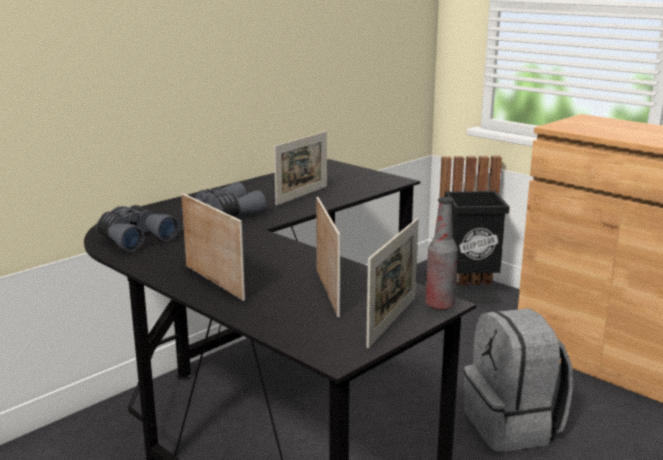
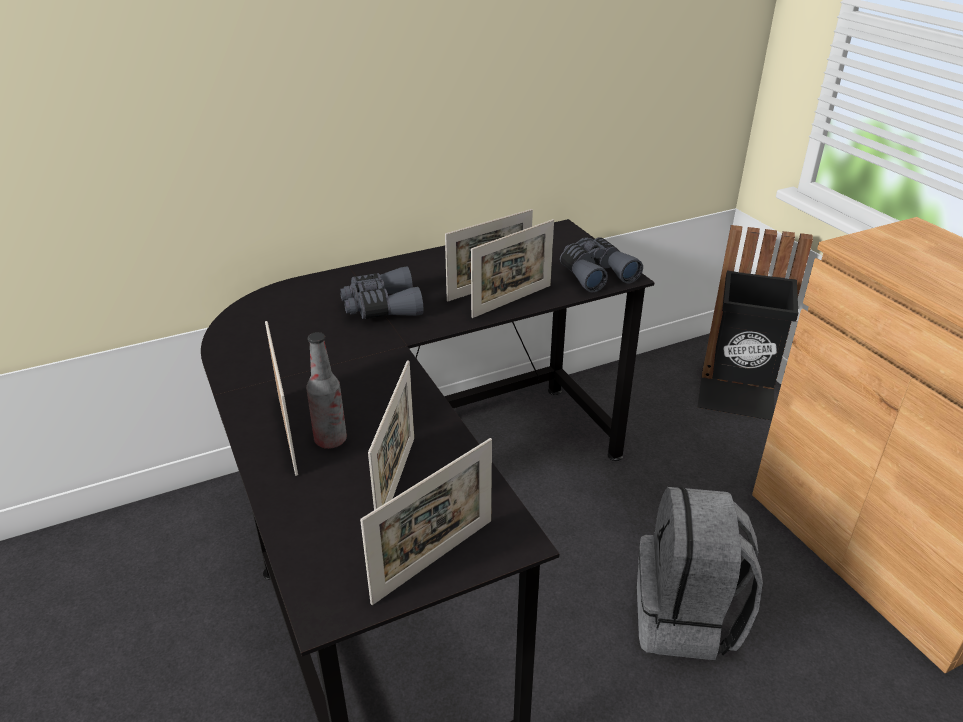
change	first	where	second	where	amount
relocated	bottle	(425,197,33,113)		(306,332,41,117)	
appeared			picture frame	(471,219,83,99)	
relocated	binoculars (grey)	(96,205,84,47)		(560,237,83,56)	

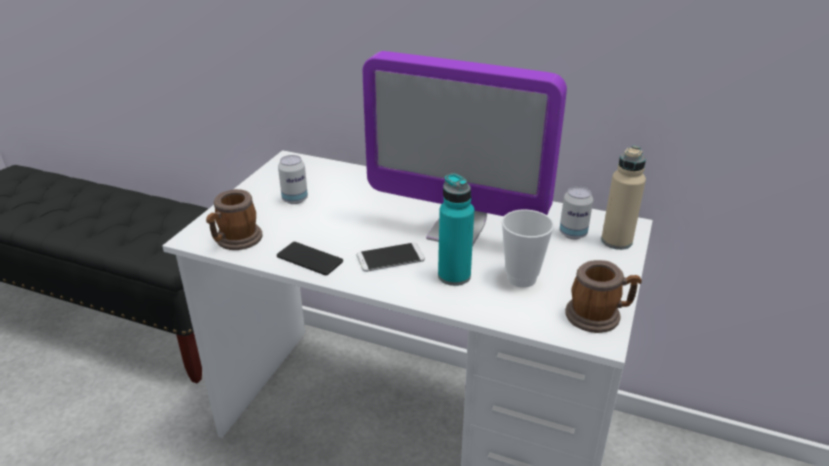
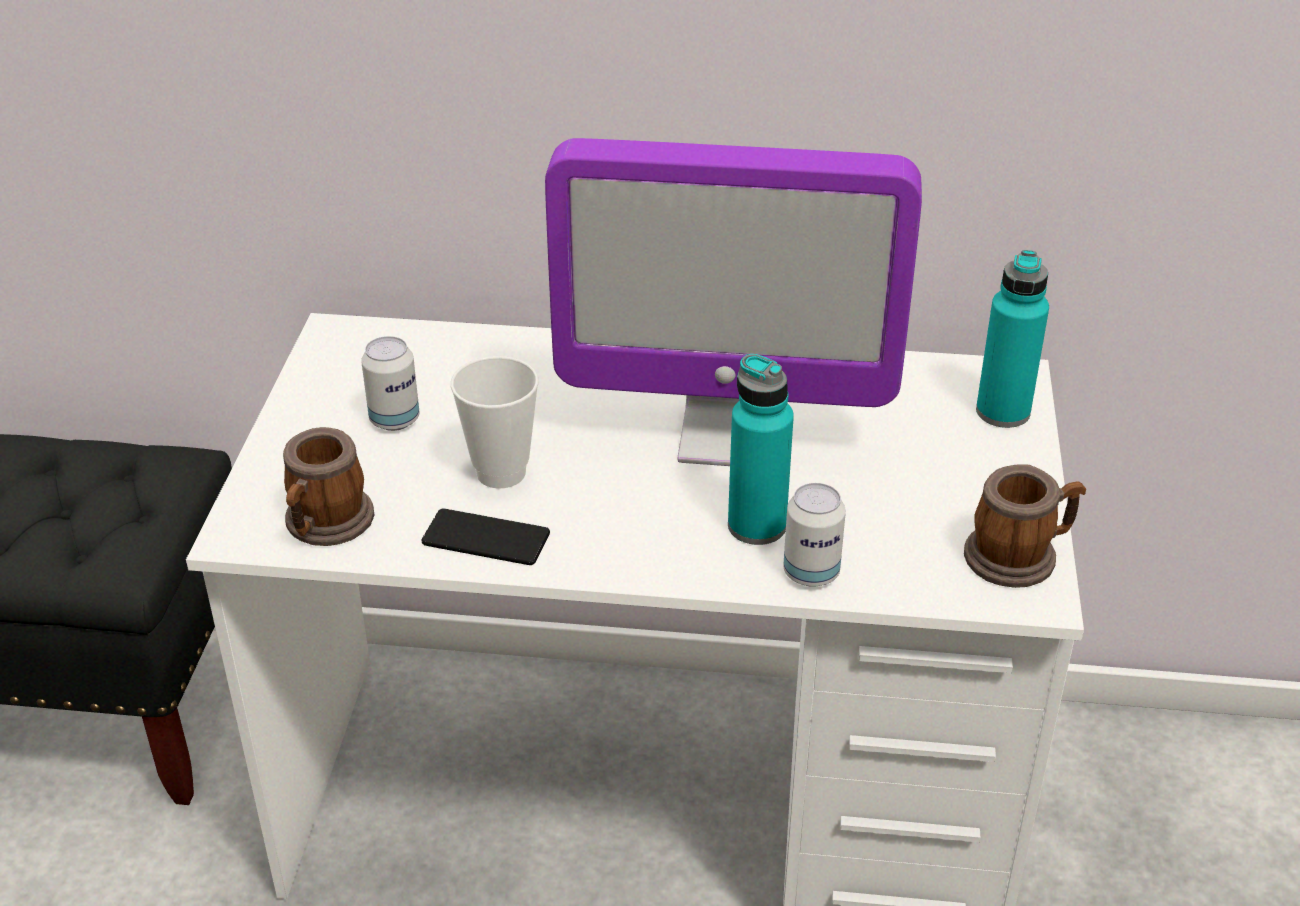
change	first	where	second	where	amount
relocated	cup	(502,209,52,79)		(451,356,88,133)	
relocated	can	(559,186,34,53)		(783,483,63,104)	
colour	bottle (beige)	(601,146,45,104)	bottle (turquoise)	(976,250,73,178)	
missing	phone	(356,243,69,29)			

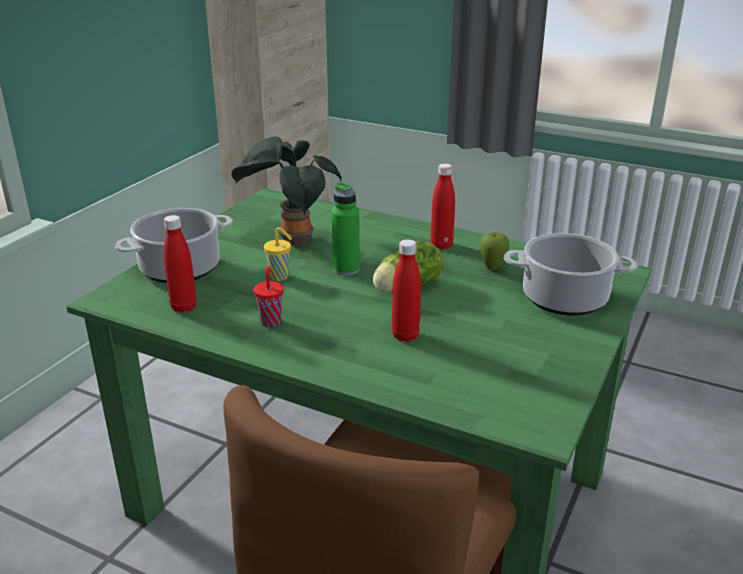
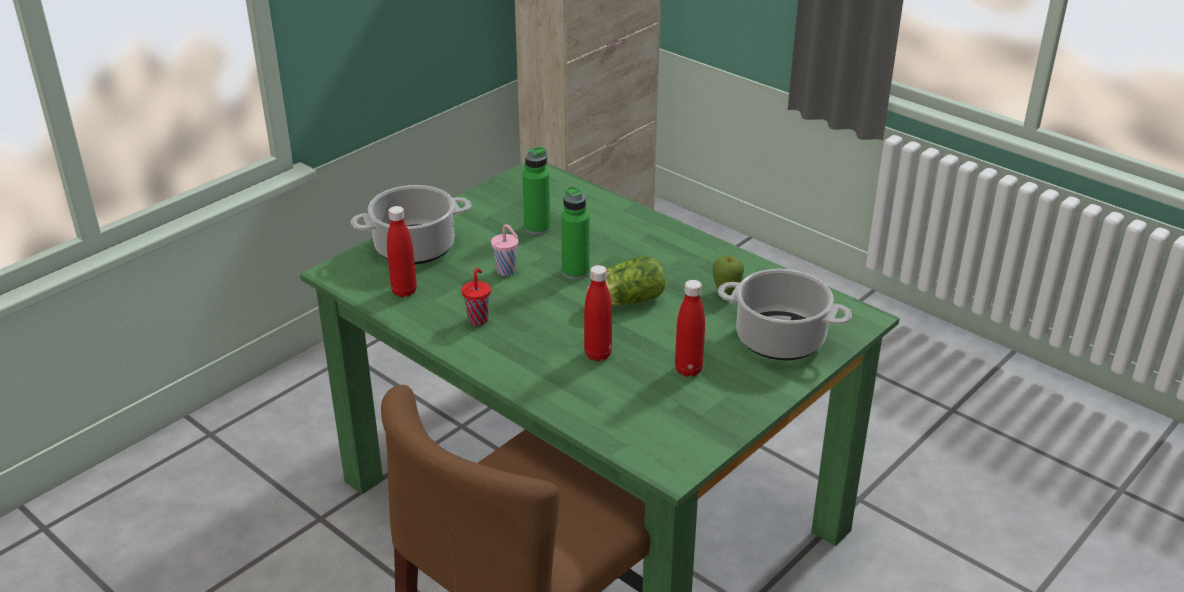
change	first	where	second	where	amount
colour	cup (yellow)	(264,228,28,53)	cup (pink)	(491,224,27,52)	
exchanged	potted plant	(231,137,111,109)	bottle (green)	(522,147,28,88)	
relocated	bottle (red)	(430,164,25,86)		(675,280,30,97)	

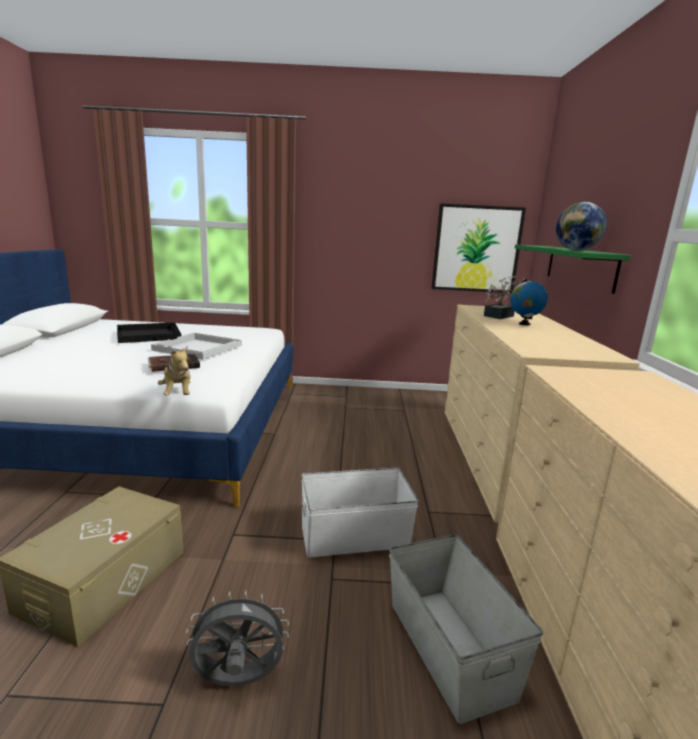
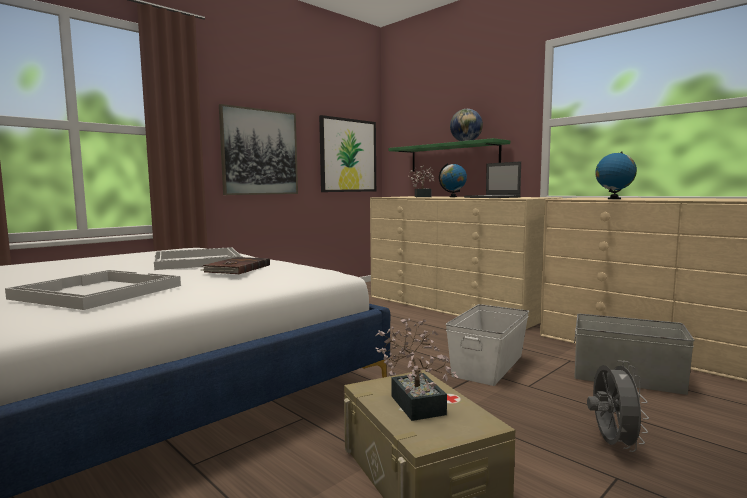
change	first	where	second	where	amount
appeared			tray (white)	(5,270,176,40)	
appeared			picture	(219,104,79,91)	
appeared			potted plant	(375,318,83,103)	
appeared			laptop	(464,161,57,37)	
spun	fan (grey)	(186,590,103,96)		(587,360,62,92)	150 degrees clockwise
appeared			globe	(595,152,42,47)	
missing	tray (black)	(117,322,64,21)			
missing	plush toy	(158,346,33,49)			

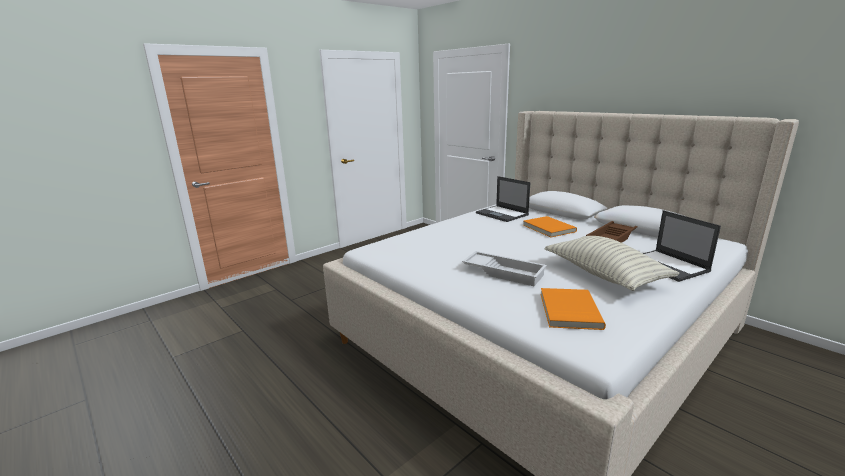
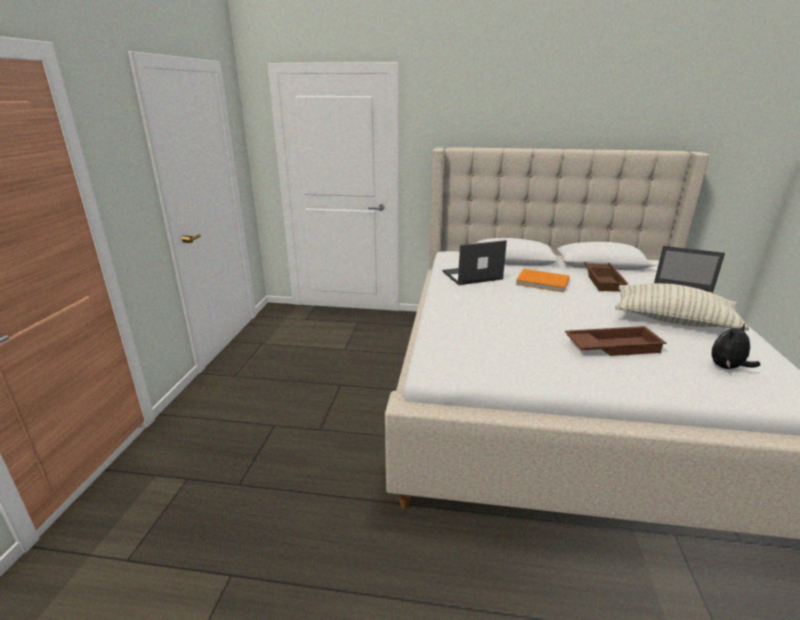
change	first	where	second	where	amount
spun	laptop	(476,176,54,46)		(442,240,65,45)	150 degrees clockwise
colour	tray (white)	(462,251,85,35)	tray (brown)	(565,326,101,30)	
exchanged	book (orange)	(540,288,66,42)	plush toy	(712,323,48,46)	

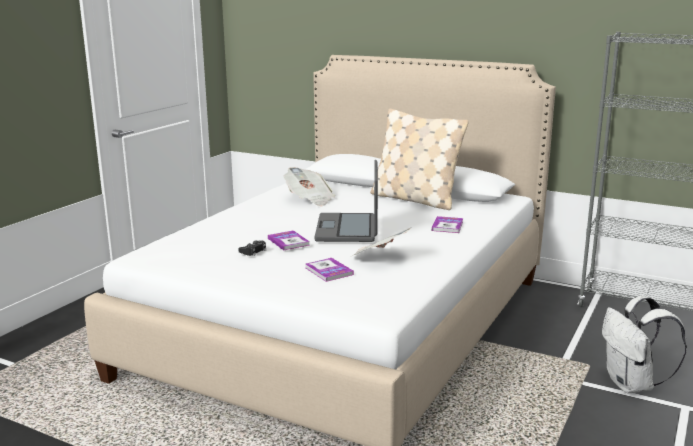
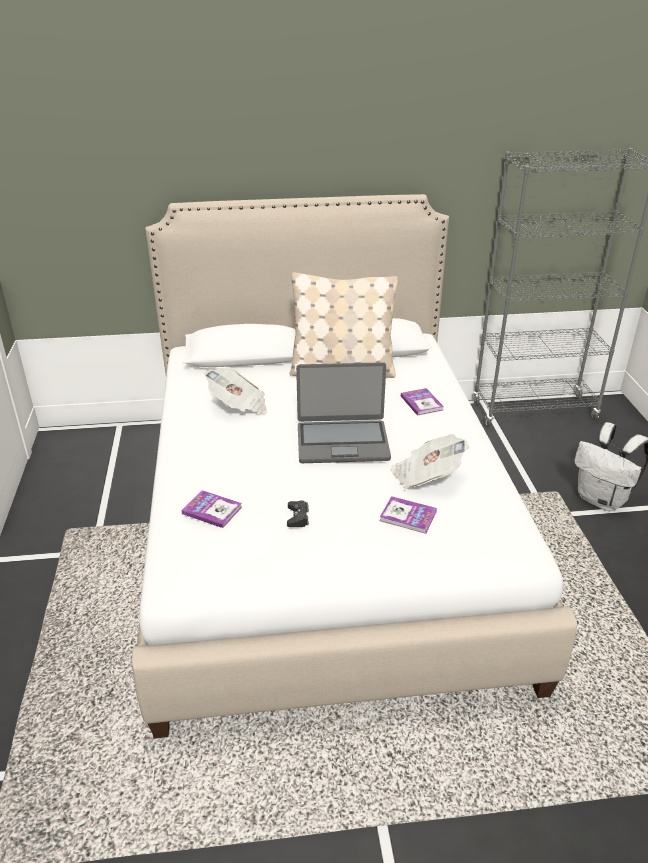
change	first	where	second	where	amount
relocated	book	(268,230,42,20)		(181,490,61,38)	
spun	laptop	(315,160,63,82)		(296,362,95,101)	60 degrees counterclockwise

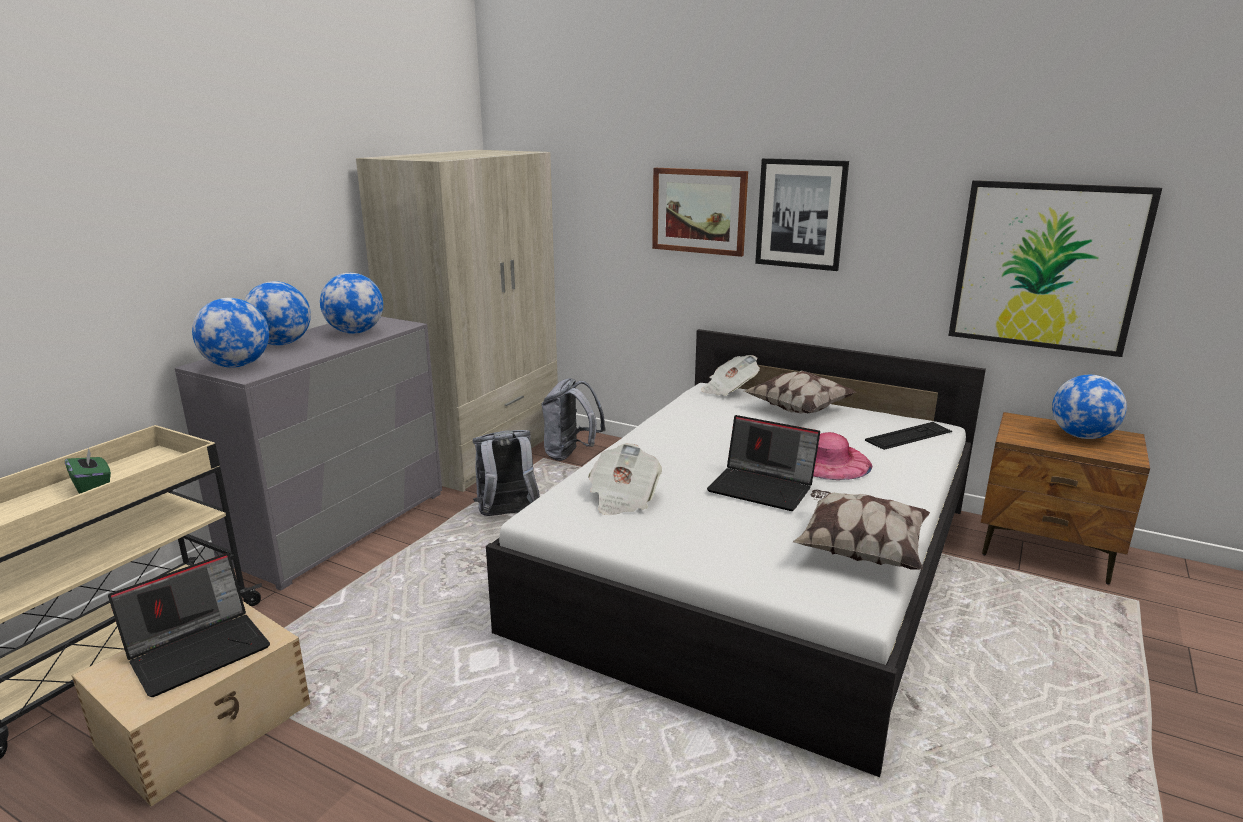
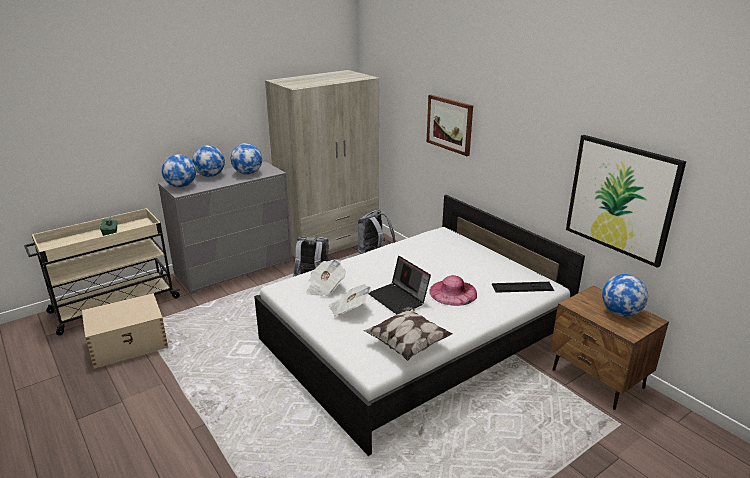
change	first	where	second	where	amount
relocated	newspaper	(701,355,59,41)		(329,284,43,32)	
missing	laptop	(108,553,162,144)			
missing	pillow	(744,371,112,43)			
missing	picture	(755,158,94,113)			

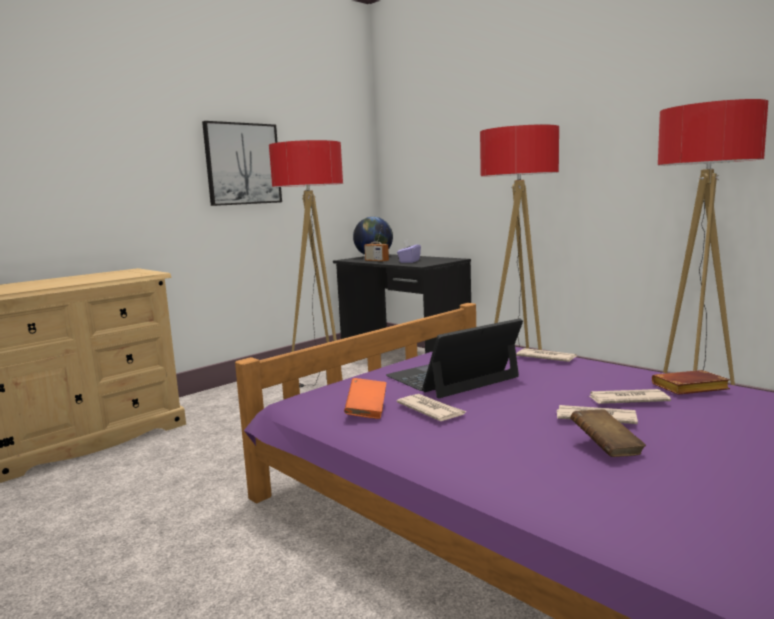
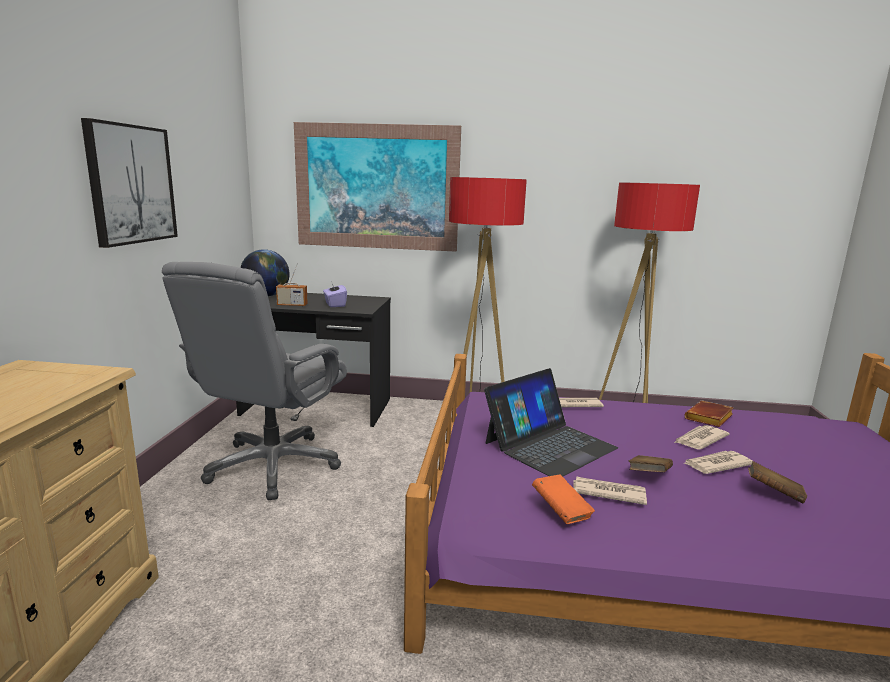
change	first	where	second	where	amount
exchanged	floor lamp	(269,140,74,248)	office chair (grey)	(162,262,185,238)	
appeared			picture	(294,122,167,130)	
spun	laptop	(386,318,137,80)		(484,368,134,109)	150 degrees counterclockwise
appeared			book (brown)	(629,455,44,17)	

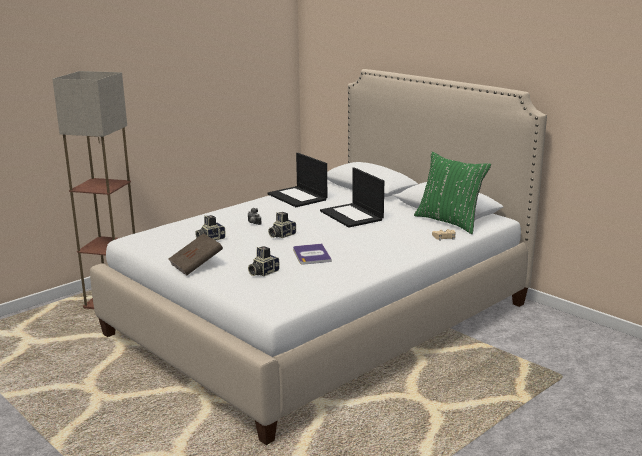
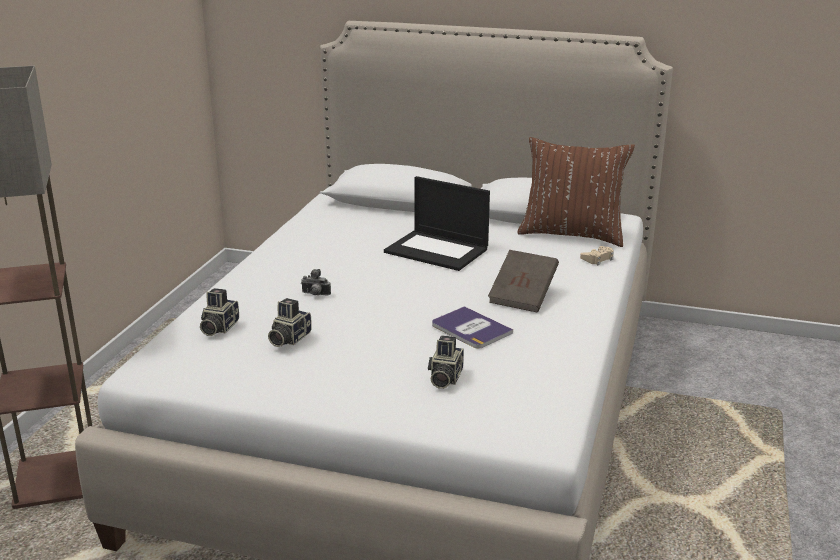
change	first	where	second	where	amount
relocated	photo camera	(268,212,28,26)		(200,288,39,48)	
relocated	book (brown)	(168,233,55,42)		(488,250,71,63)	
colour	pillow (green)	(414,152,77,82)	pillow (brown)	(518,137,117,110)	
missing	laptop	(267,153,60,54)			

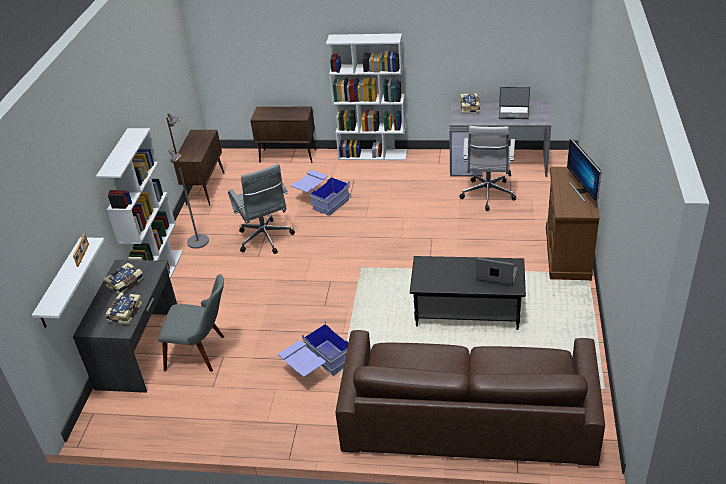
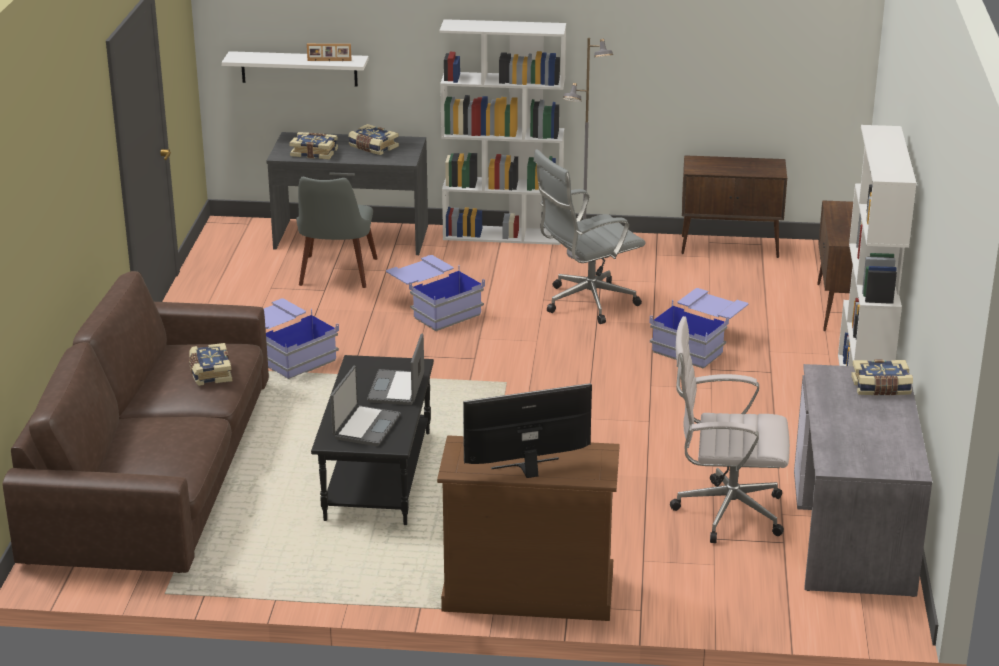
change	first	where	second	where	amount
appeared			book	(189,343,43,43)	
relocated	laptop	(499,87,31,32)		(367,334,57,71)	
appeared			storage box (blue)	(386,255,99,76)	

